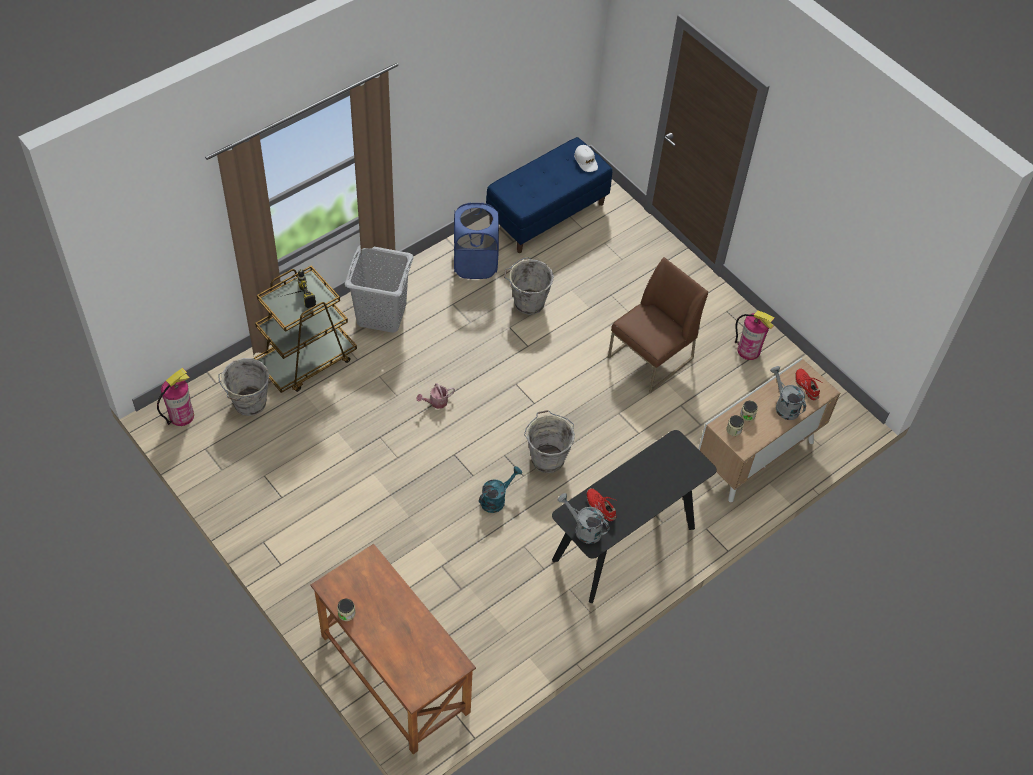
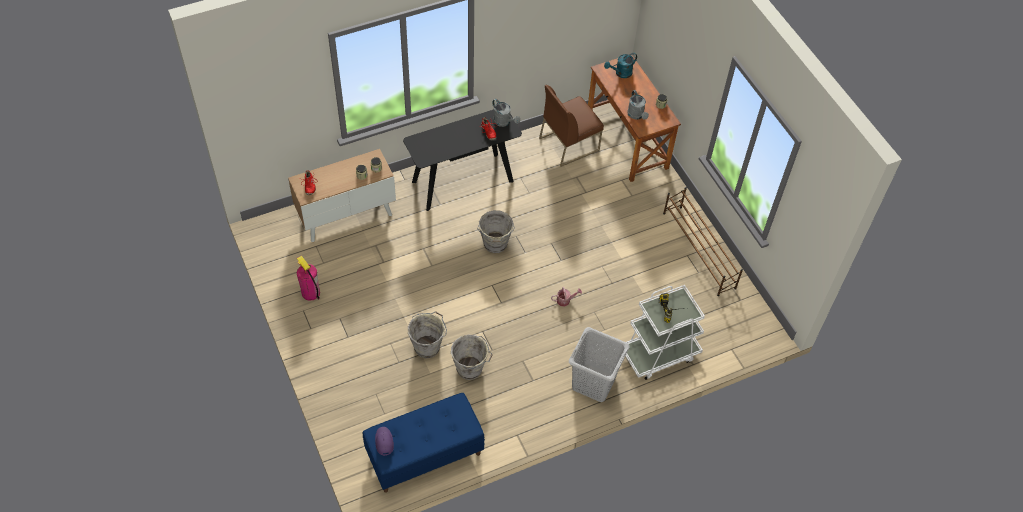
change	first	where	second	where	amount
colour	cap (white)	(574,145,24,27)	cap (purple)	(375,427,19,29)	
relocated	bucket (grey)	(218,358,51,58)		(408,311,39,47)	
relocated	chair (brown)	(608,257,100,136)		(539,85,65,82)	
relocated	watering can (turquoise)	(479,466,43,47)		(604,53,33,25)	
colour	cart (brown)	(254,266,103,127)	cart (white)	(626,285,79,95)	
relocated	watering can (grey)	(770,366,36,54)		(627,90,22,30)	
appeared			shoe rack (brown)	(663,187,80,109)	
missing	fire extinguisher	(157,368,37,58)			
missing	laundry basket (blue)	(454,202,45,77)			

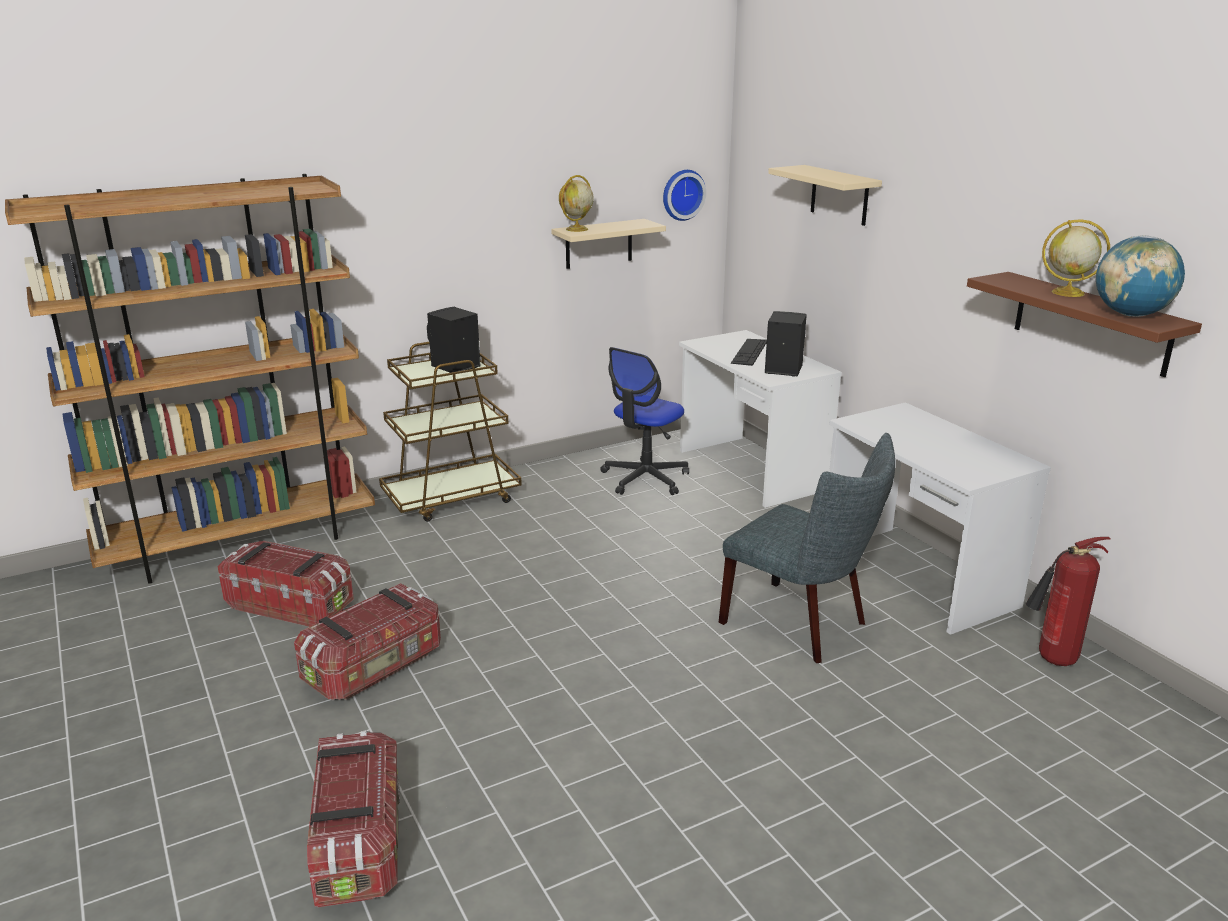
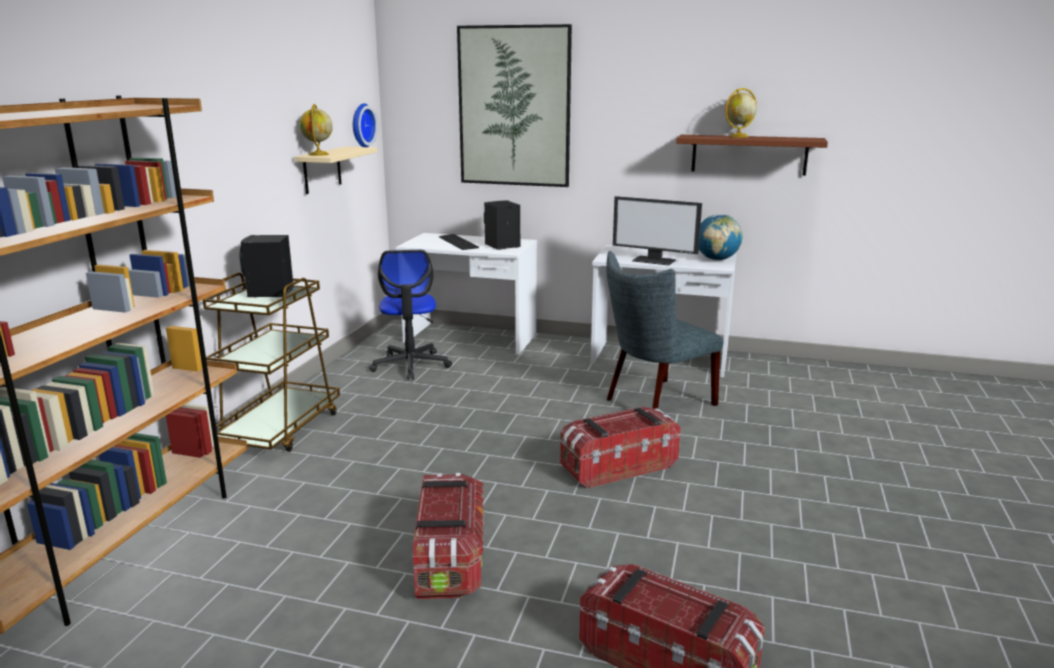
change	first	where	second	where	amount
exchanged	shelf (beige)	(768,165,114,61)	picture	(457,24,115,163)	
relocated	storage box	(217,541,137,86)		(560,407,121,82)	
spun	chair (grey)	(718,433,177,230)		(606,251,118,158)	150 degrees clockwise
appeared			monitor	(613,196,89,69)	
relocated	globe	(1096,235,89,82)		(699,214,44,47)	
missing	fire extinguisher	(1026,537,85,129)			

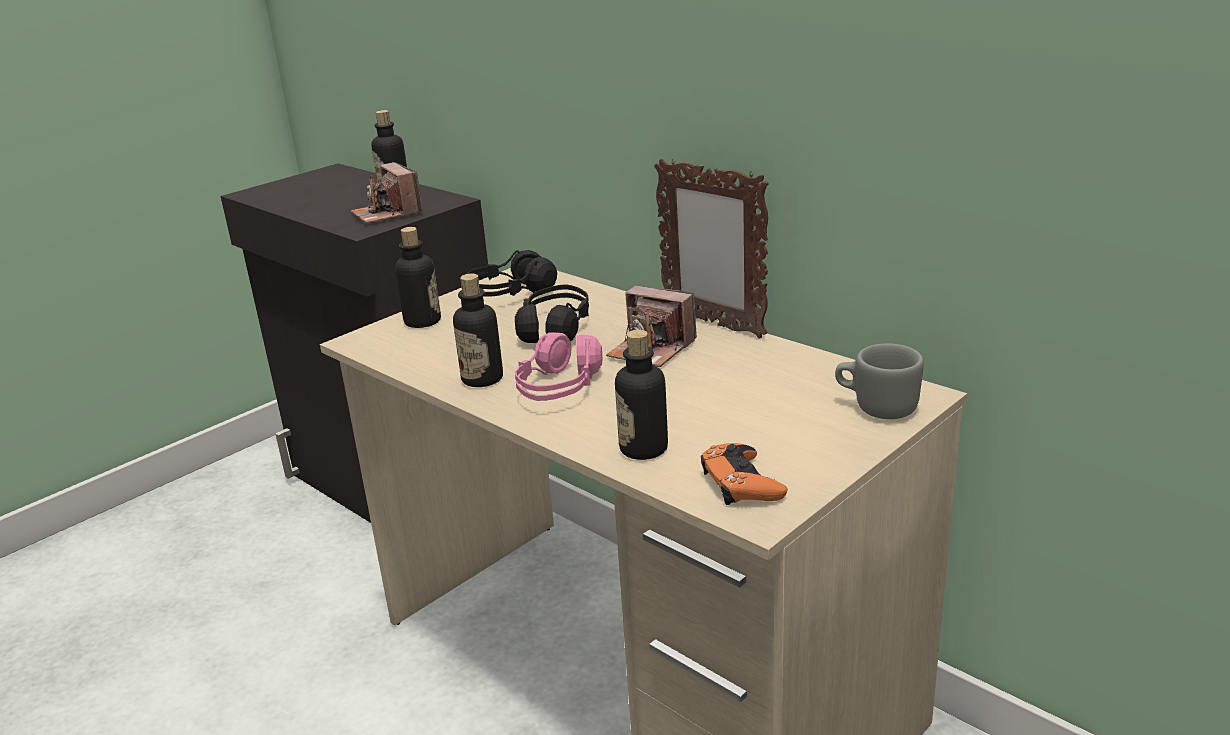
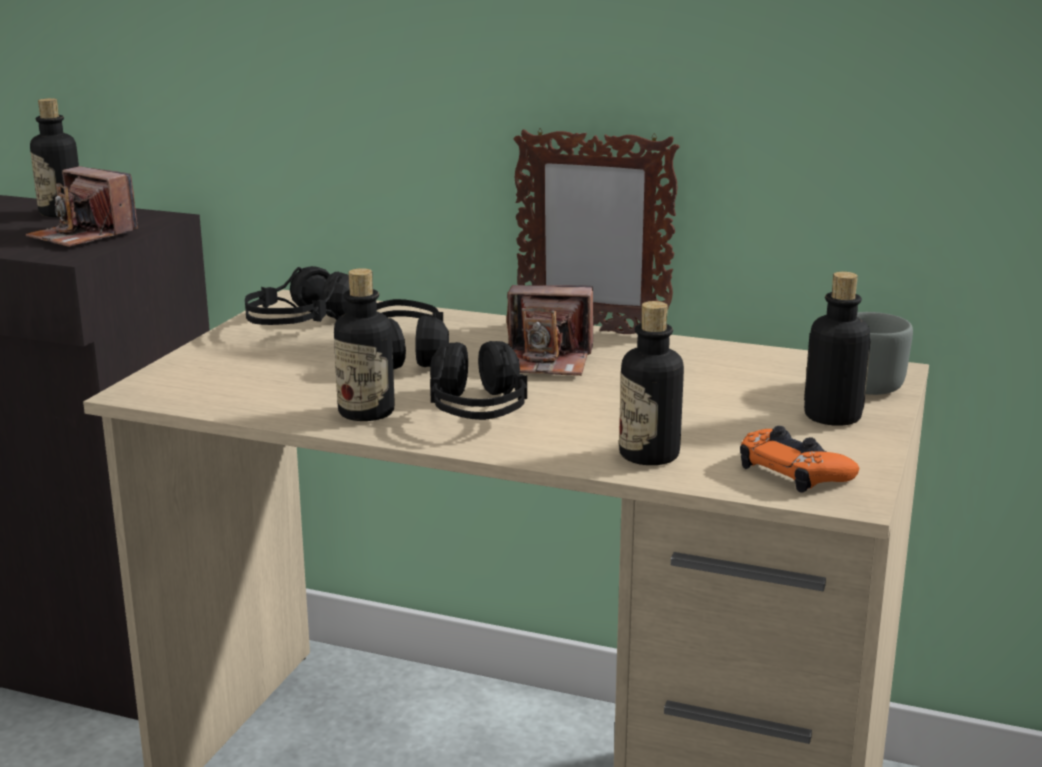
change	first	where	second	where	amount
colour	headphones (pink)	(515,332,87,69)	headphones (black)	(430,341,97,79)	
relocated	bottle	(395,227,46,101)		(804,272,67,154)	

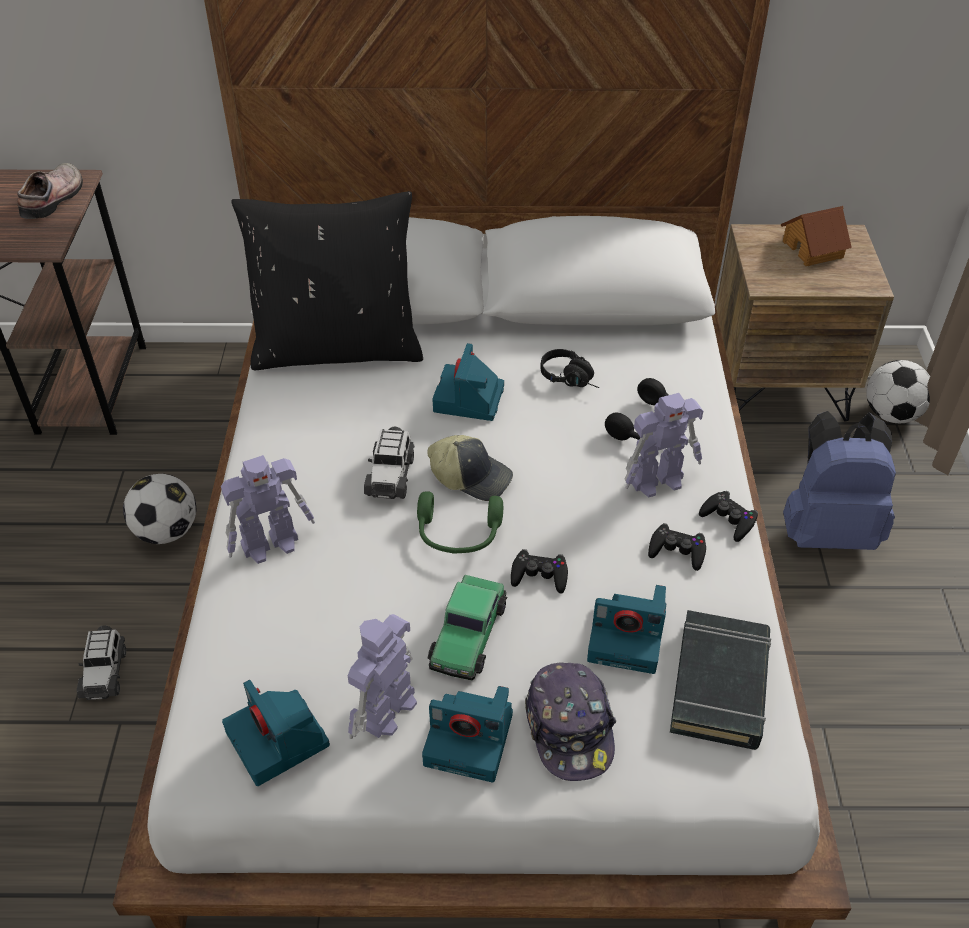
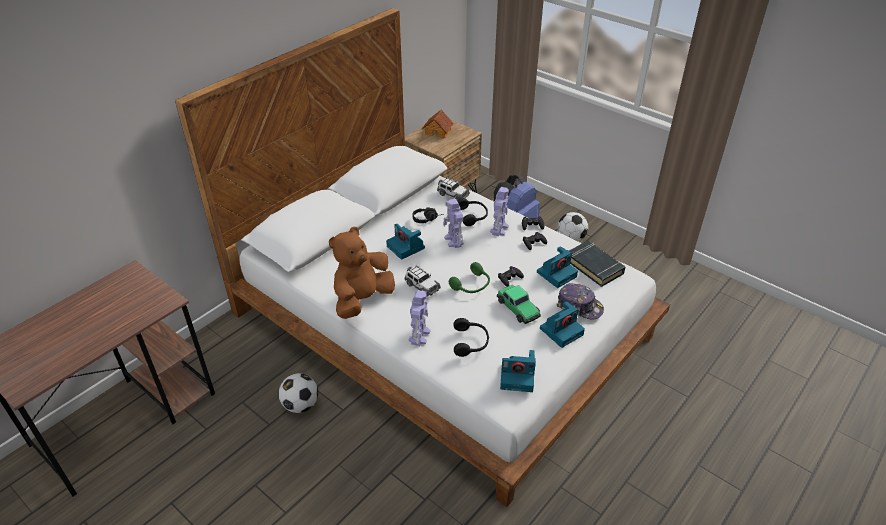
change	first	where	second	where	amount
appeared			plush toy (brown)	(329,227,66,92)	
relocated	toy car	(76,626,50,74)		(437,177,33,23)	
relocated	toy robot	(348,614,69,125)		(443,199,21,49)	
appeared			headphones (black)	(453,318,36,39)	
relocated	football	(866,360,64,63)		(557,212,31,29)	
missing	shoe	(17,163,66,56)			
missing	pillow (black)	(231,191,192,179)			
missing	cap	(427,435,86,66)			

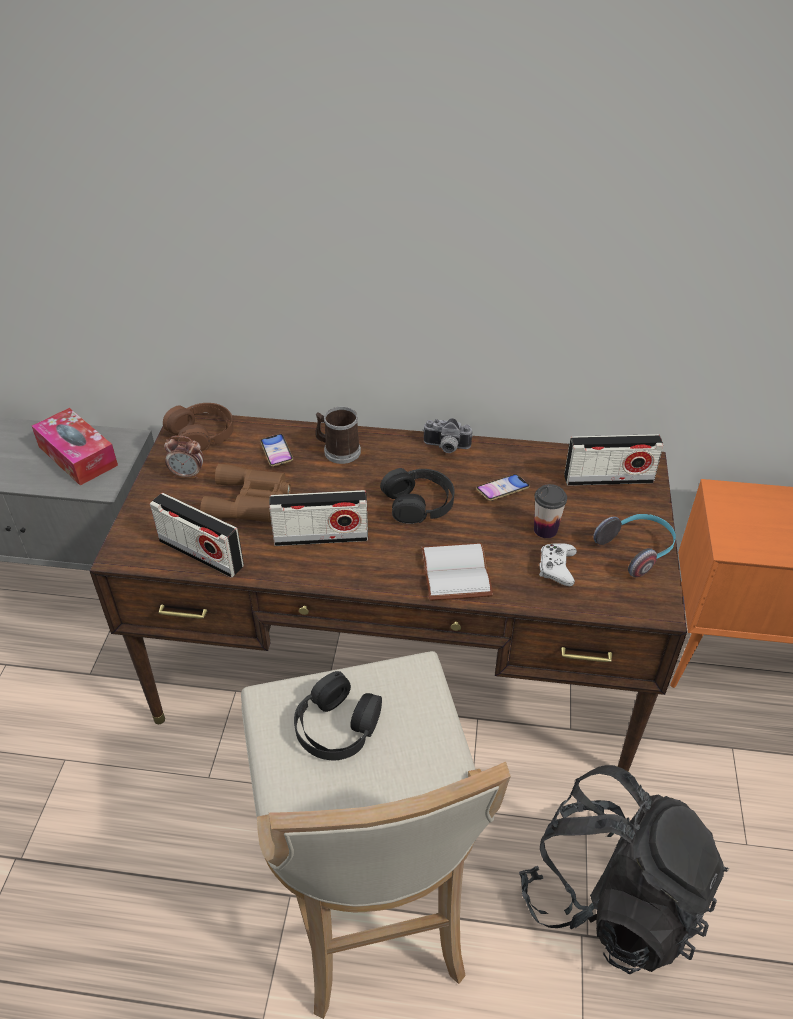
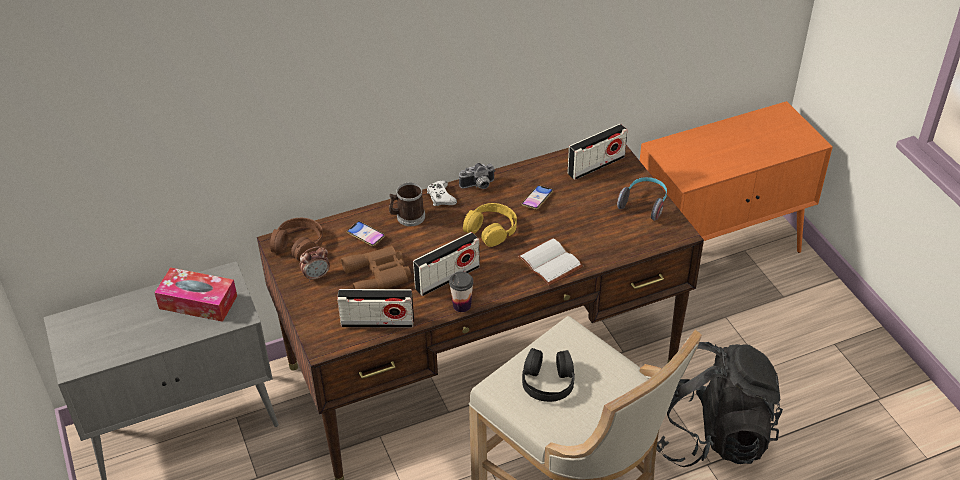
change	first	where	second	where	amount
relocated	game controller (white)	(539,543,38,43)		(427,180,30,26)	
relocated	cup	(534,484,33,54)		(449,272,25,40)	
colour	headphones (black)	(380,468,75,56)	headphones (yellow)	(463,203,54,44)	

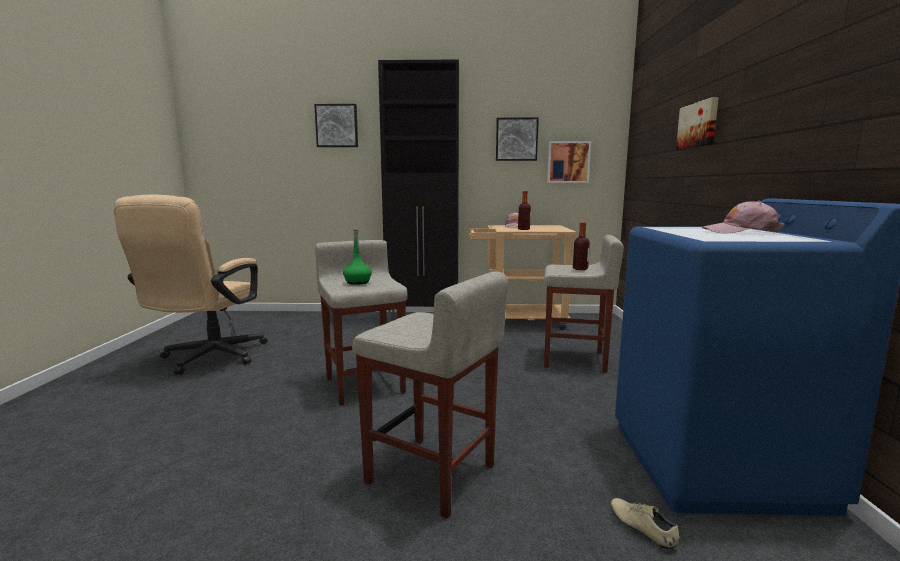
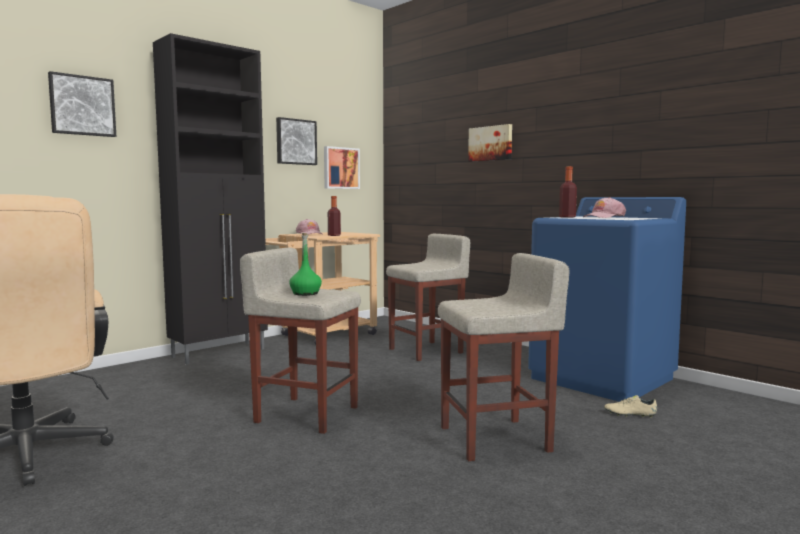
change	first	where	second	where	amount
relocated	bottle	(573,222,17,48)		(559,166,18,52)	

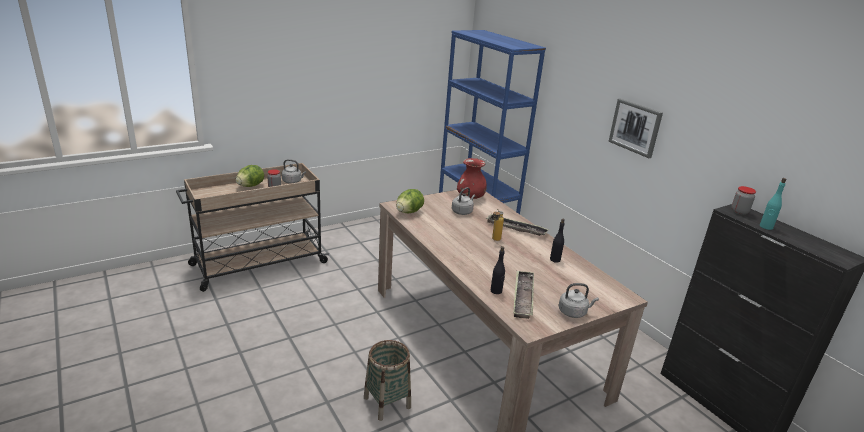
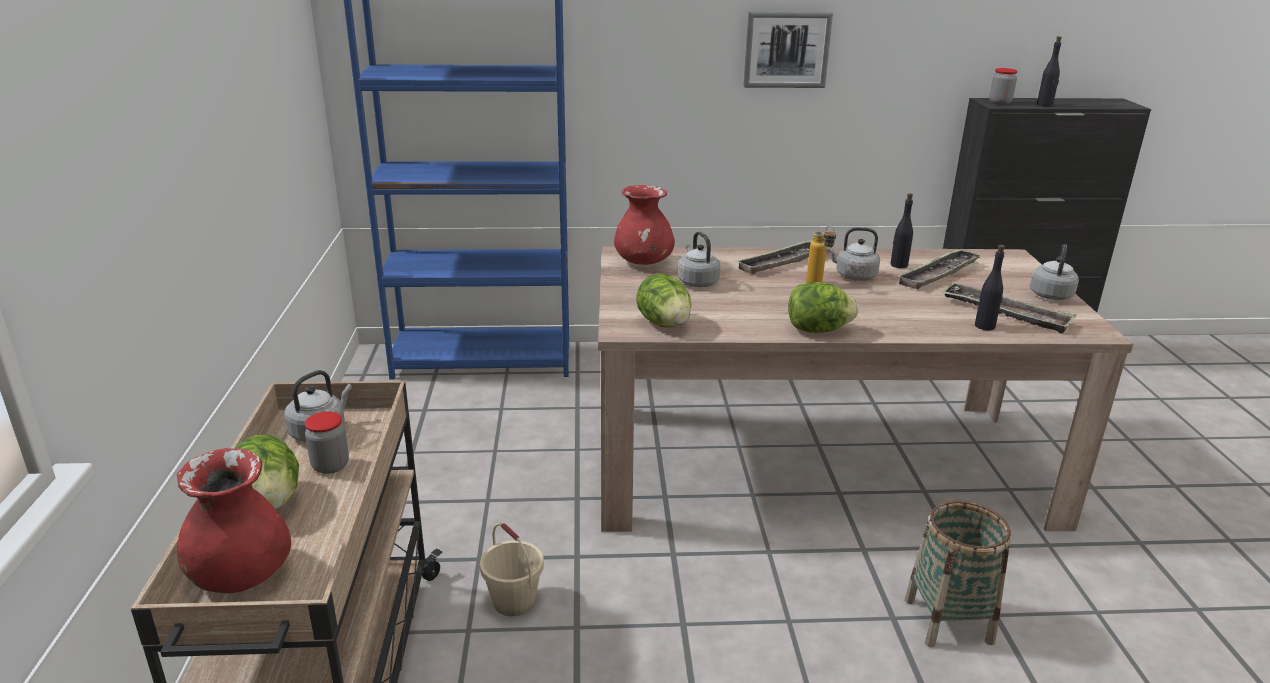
change	first	where	second	where	amount
appeared			vase (red)	(177,448,114,145)	
appeared			bucket (beige)	(480,523,64,93)	
appeared			lettuce	(788,282,70,51)	
appeared			kettle (grey)	(827,227,53,54)	
appeared			tray	(897,249,84,40)	
colour	bottle (turquoise)	(760,178,26,52)	bottle (black)	(1037,36,25,71)	

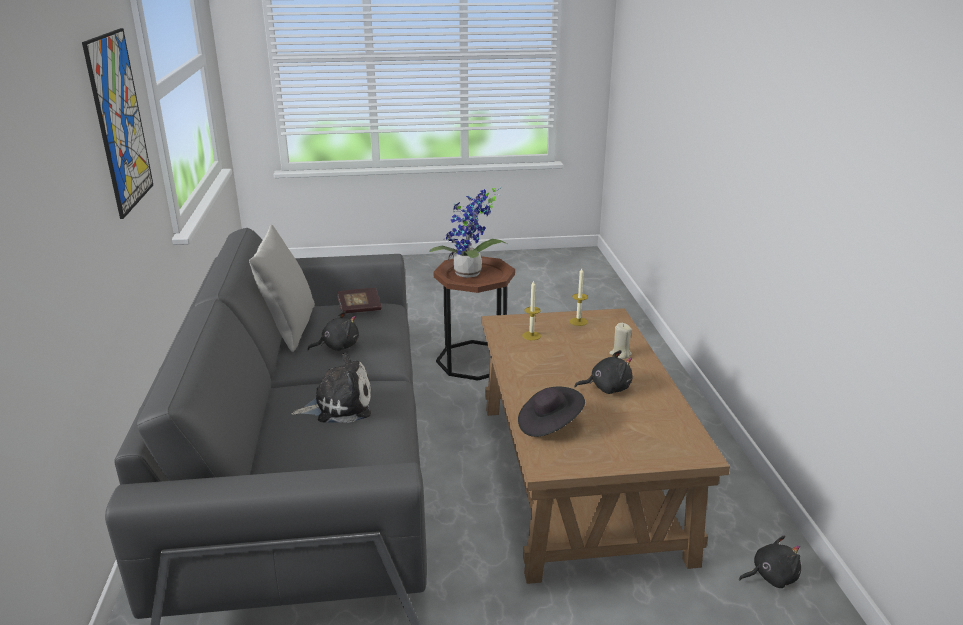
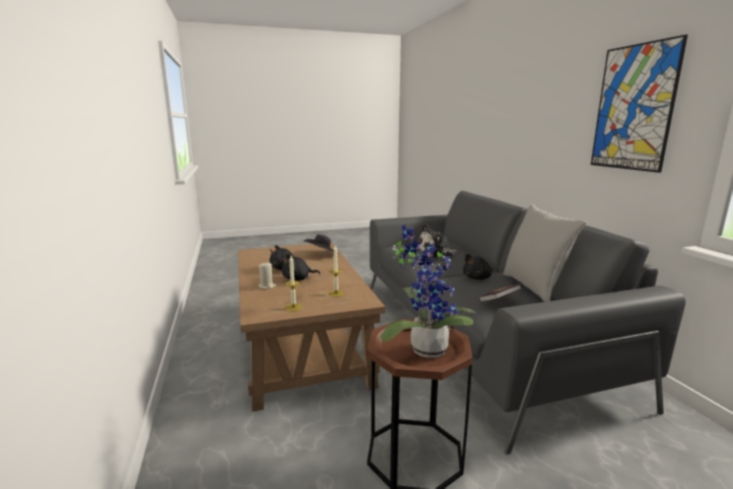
change	first	where	second	where	amount
relocated	plush toy (black)	(739,536,62,52)		(282,254,38,27)	

